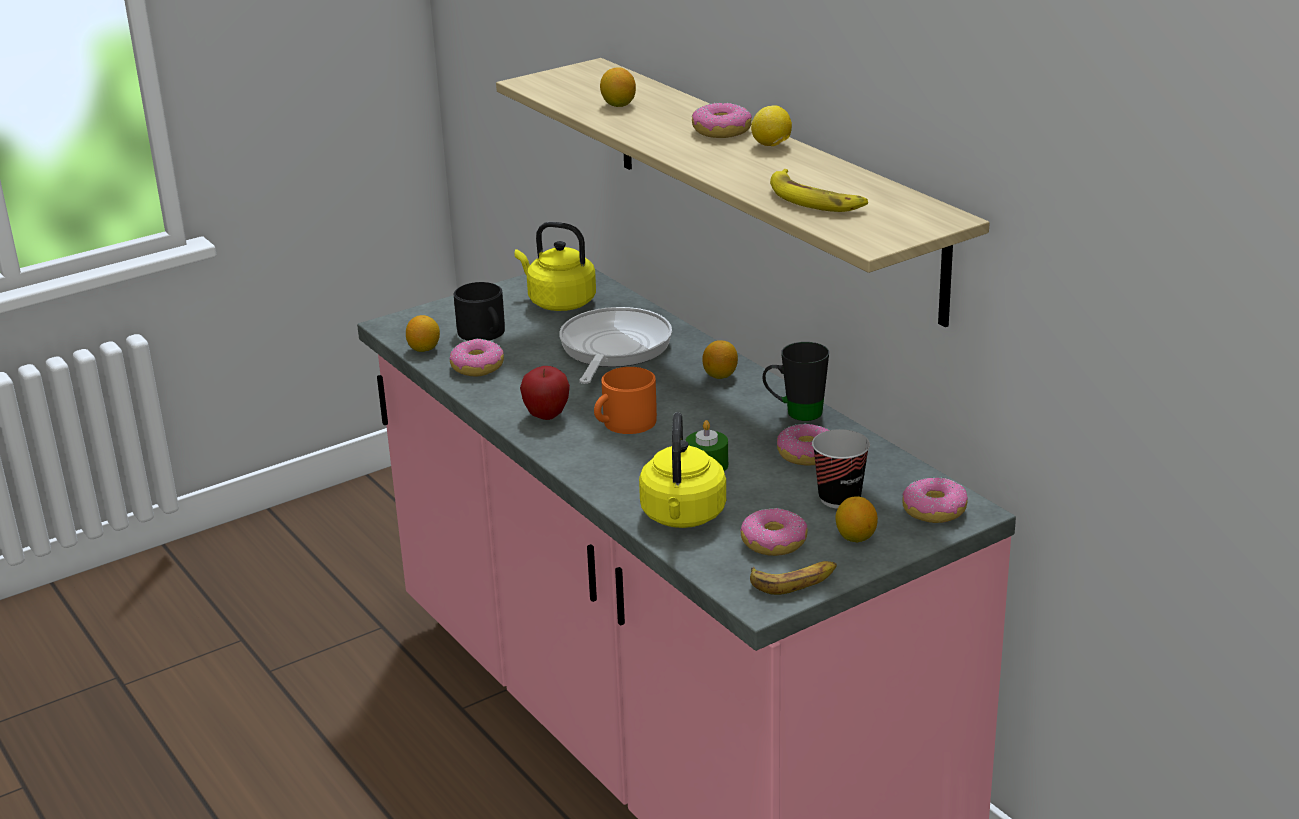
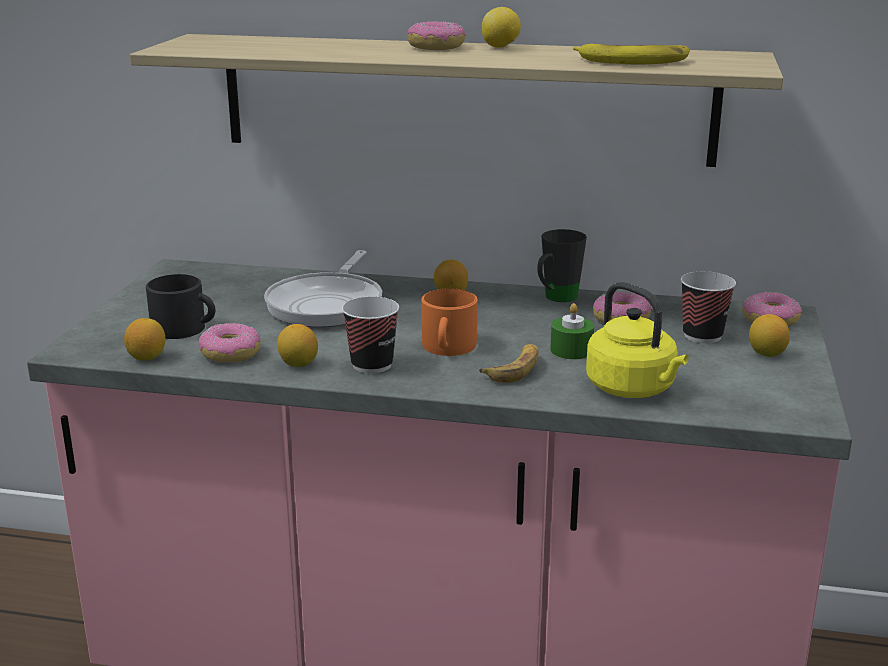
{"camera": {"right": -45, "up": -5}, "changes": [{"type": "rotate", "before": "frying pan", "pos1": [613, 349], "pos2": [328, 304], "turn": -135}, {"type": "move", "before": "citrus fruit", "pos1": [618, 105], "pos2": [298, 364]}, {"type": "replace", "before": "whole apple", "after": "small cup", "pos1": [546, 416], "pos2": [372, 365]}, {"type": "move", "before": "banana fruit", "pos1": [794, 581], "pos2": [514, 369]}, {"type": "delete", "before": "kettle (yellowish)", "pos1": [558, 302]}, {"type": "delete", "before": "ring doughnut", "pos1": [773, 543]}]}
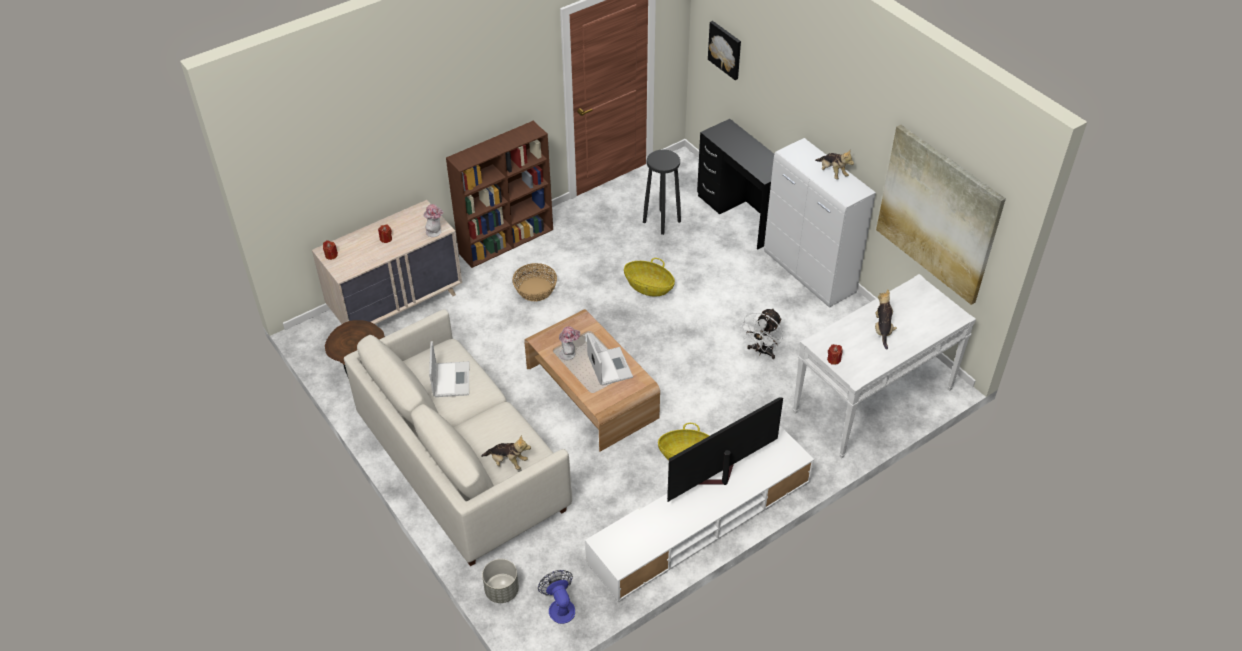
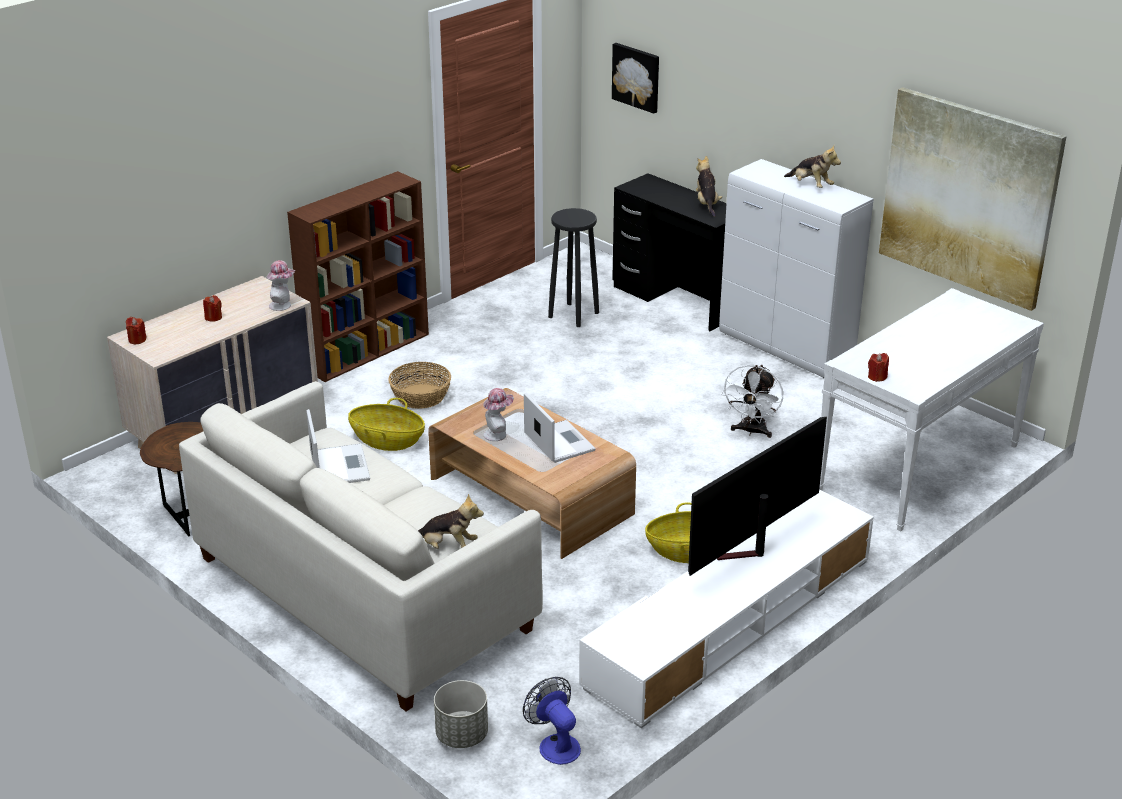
{"camera": {"right": -10, "up": -15}, "changes": [{"type": "move", "before": "storage basket", "pos1": [648, 287], "pos2": [387, 440]}, {"type": "move", "before": "soft toy", "pos1": [882, 330], "pos2": [706, 204]}]}
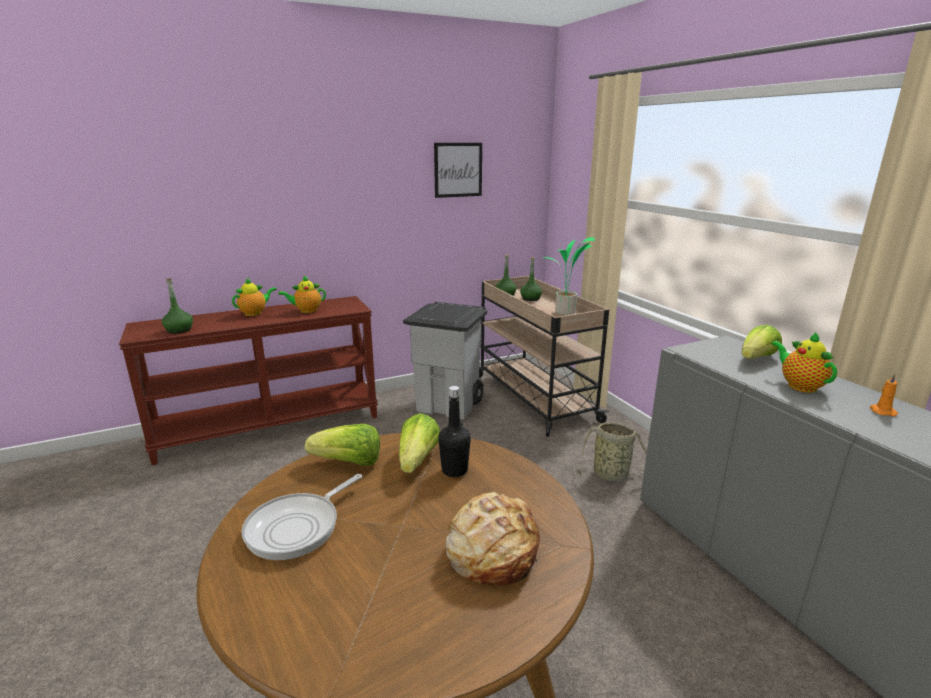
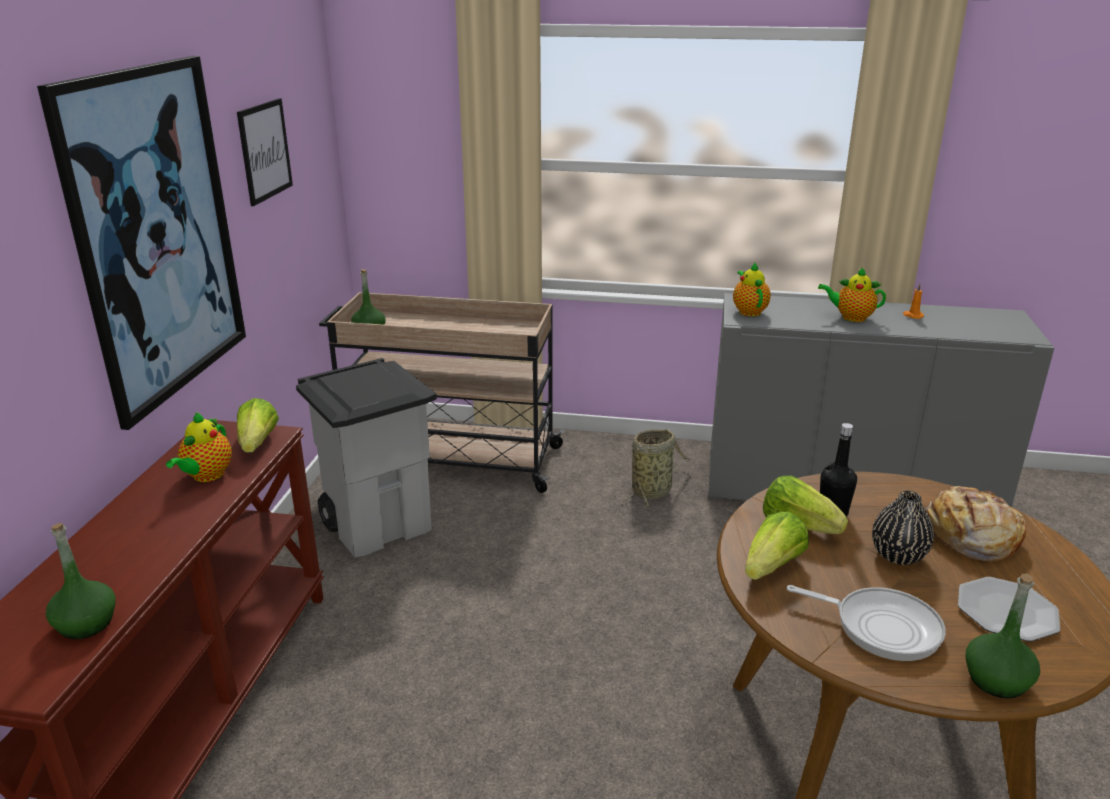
{"camera": {"right": -55, "up": 5}, "changes": [{"type": "insert", "after": "wall picture", "pos2": [157, 235]}, {"type": "move", "before": "lettuce head", "pos1": [756, 358], "pos2": [258, 443]}, {"type": "move", "before": "teapot", "pos1": [255, 313], "pos2": [749, 311]}, {"type": "rotate", "before": "frying pan", "pos1": [298, 527], "pos2": [881, 627], "turn": -45}, {"type": "insert", "after": "vase (blackish)", "pos2": [897, 555]}, {"type": "insert", "after": "dinner plate", "pos2": [1007, 611]}, {"type": "move", "before": "beverage bottle (greenish)", "pos1": [530, 298], "pos2": [997, 681]}, {"type": "delete", "before": "plant in a pot", "pos1": [566, 313]}]}
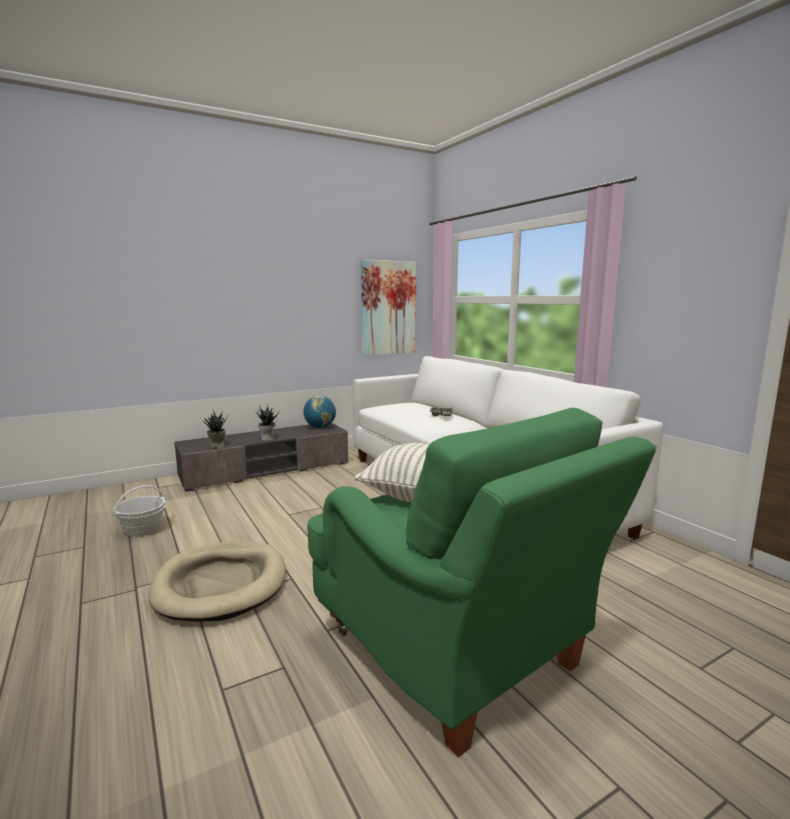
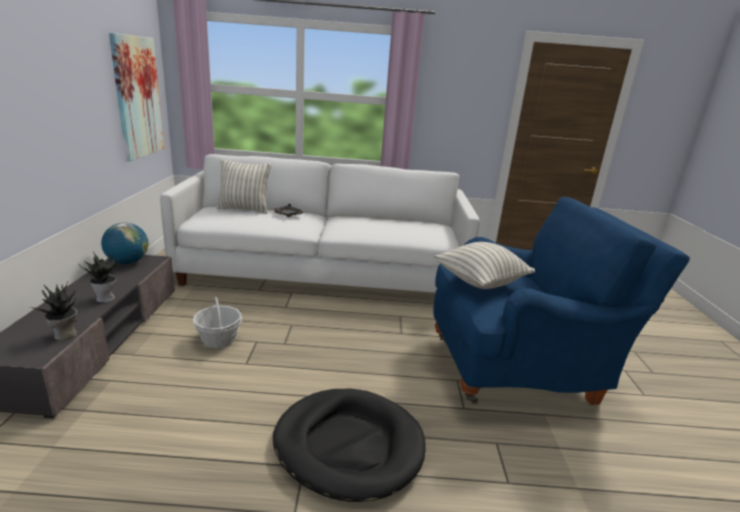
{"camera": {"right": -60, "up": 10}, "changes": [{"type": "move", "before": "storage basket", "pos1": [143, 529], "pos2": [219, 339]}, {"type": "insert", "after": "pillow", "pos2": [244, 209]}, {"type": "recolor", "before": "pet bed (beige)", "after": "pet bed (blackish)", "pos1": [221, 584], "pos2": [348, 445]}, {"type": "recolor", "before": "lounge chair (greenish)", "after": "lounge chair (blue-coloured)", "pos1": [457, 654], "pos2": [519, 369]}]}
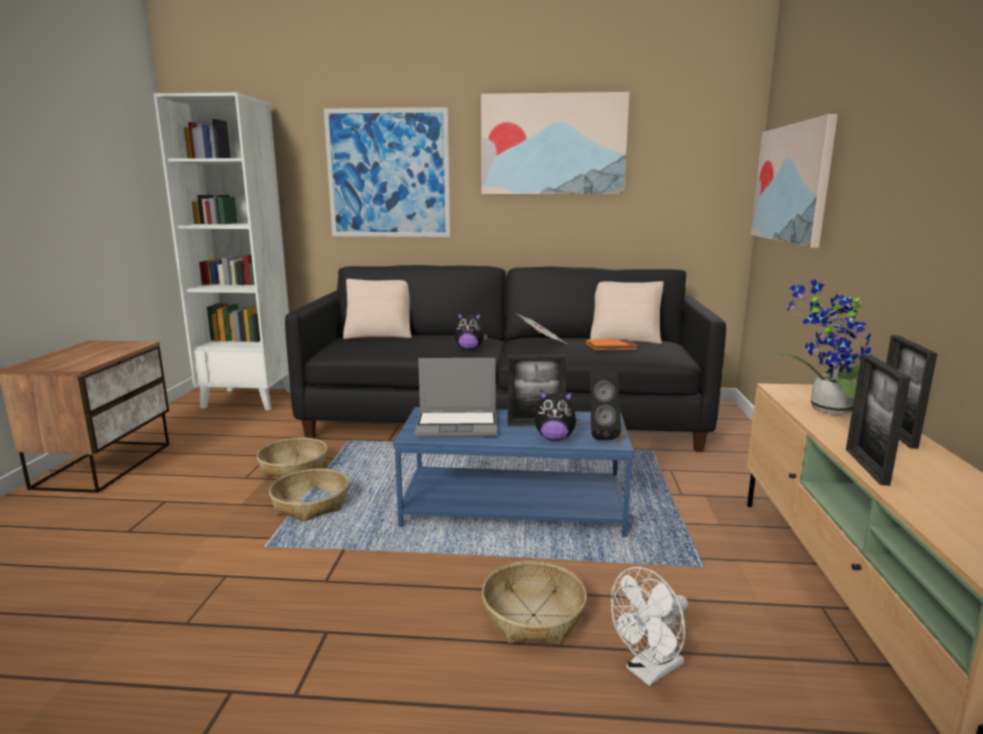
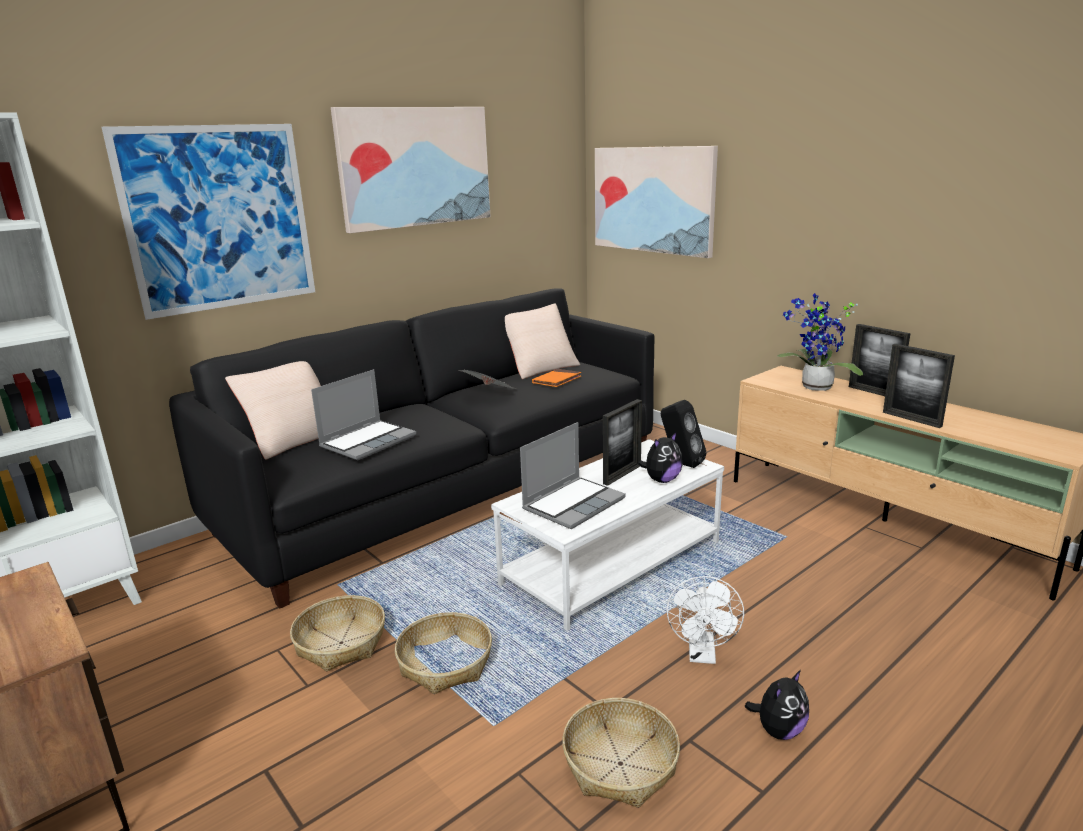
{"camera": {"right": -45, "up": 5}, "changes": [{"type": "insert", "after": "notebook computer", "pos2": [368, 441]}, {"type": "recolor", "before": "low table (blue-coloured)", "after": "low table (white-coloured)", "pos1": [514, 507], "pos2": [612, 562]}, {"type": "move", "before": "storage basket", "pos1": [533, 615], "pos2": [621, 764]}, {"type": "move", "before": "electric fan (white-coloured)", "pos1": [649, 671], "pos2": [702, 655]}, {"type": "move", "before": "soft toy", "pos1": [469, 349], "pos2": [778, 730]}]}
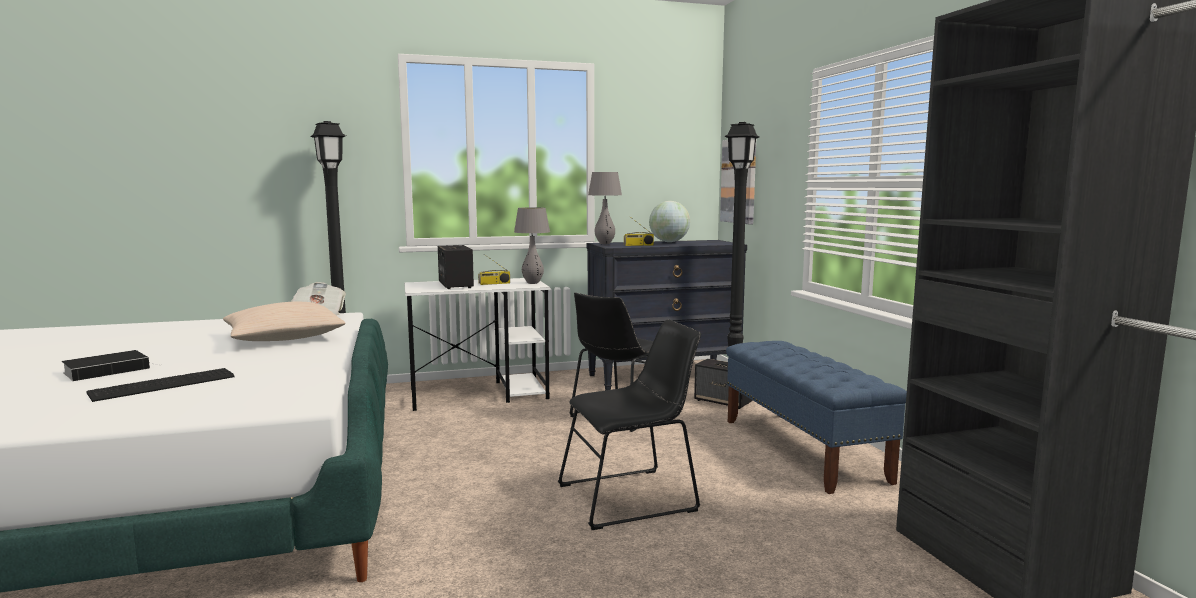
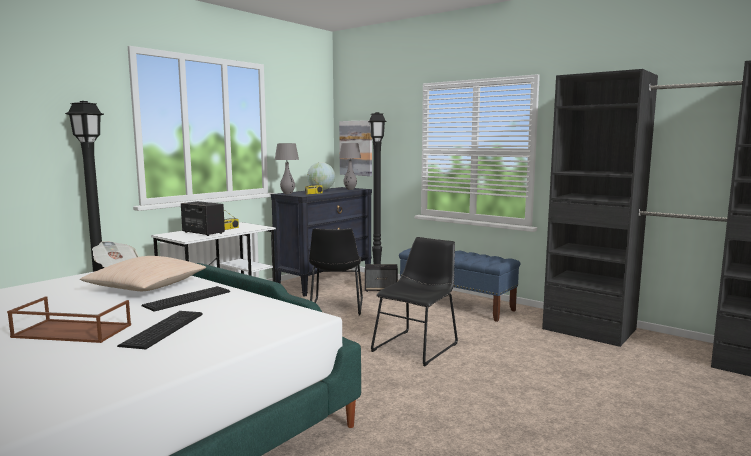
{"camera": {"right": -35, "up": 0}, "changes": [{"type": "replace", "before": "book", "after": "tray (brownish)", "pos1": [109, 370], "pos2": [70, 331]}, {"type": "insert", "after": "PC keyboard", "pos2": [186, 298]}, {"type": "move", "before": "table lamp (grey)", "pos1": [532, 283], "pos2": [350, 189]}]}
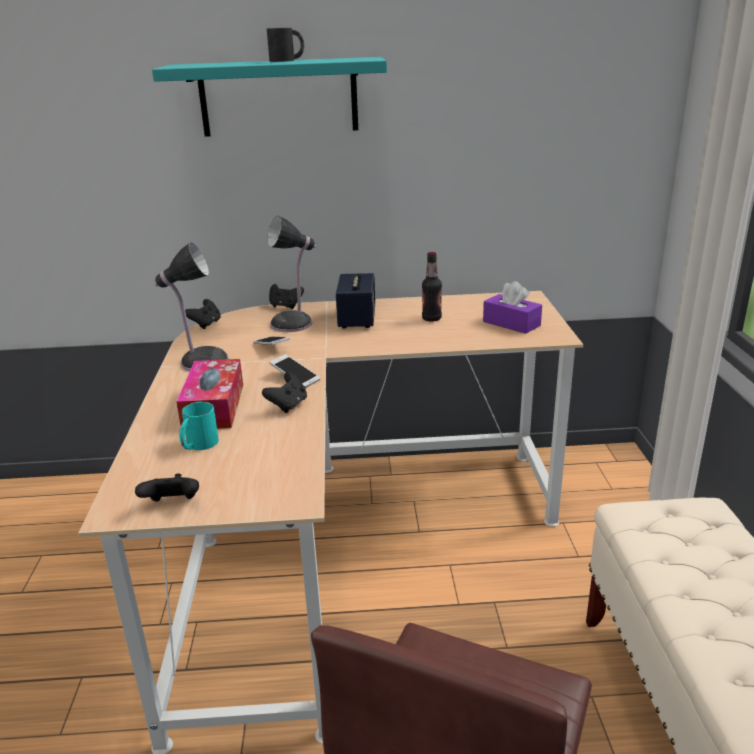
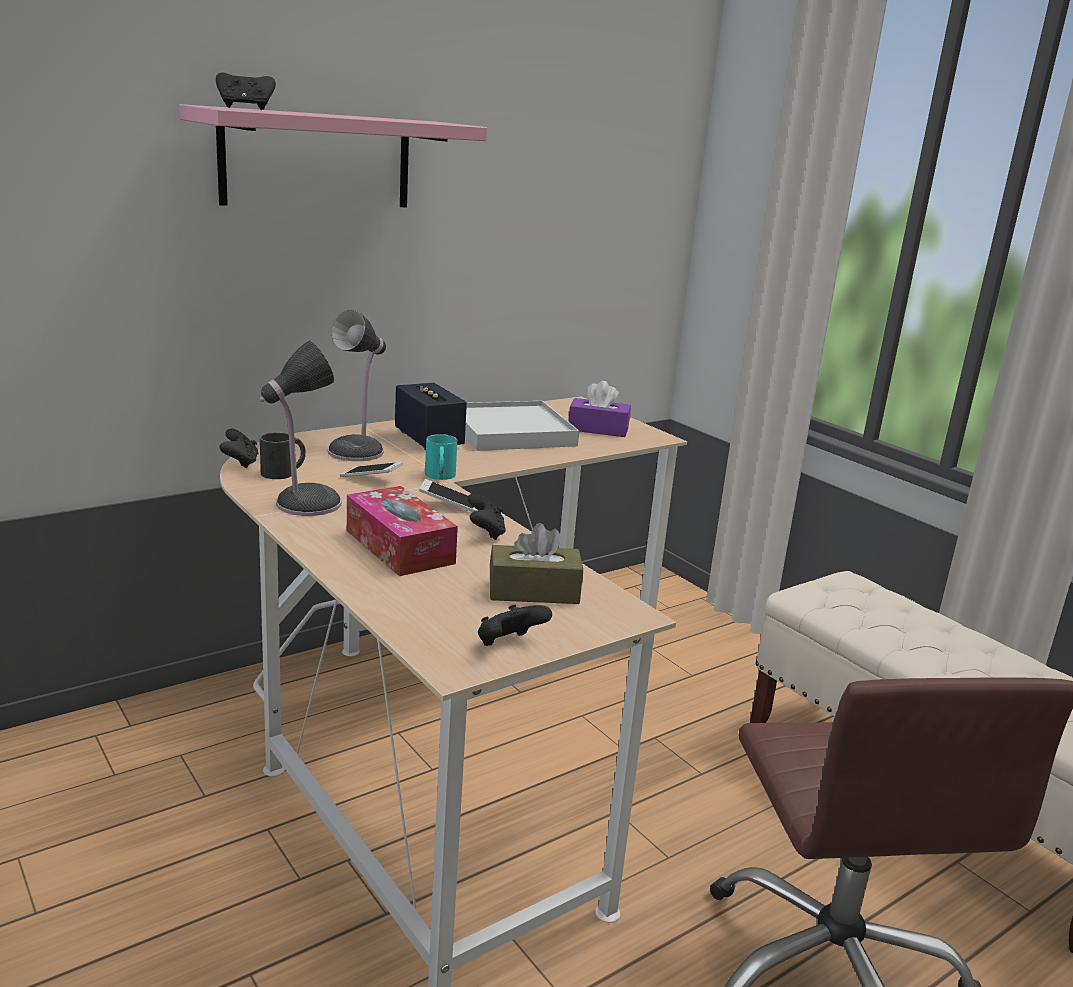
{"camera": {"right": -35, "up": -5}, "changes": [{"type": "recolor", "before": "bracket shelf (blue-green)", "after": "bracket shelf (pink-coloured)", "pos1": [279, 97], "pos2": [317, 160]}, {"type": "move", "before": "game controller (blackish)", "pos1": [285, 306], "pos2": [245, 108]}, {"type": "move", "before": "mug (blackish)", "pos1": [287, 60], "pos2": [283, 472]}, {"type": "move", "before": "mug (blue-green)", "pos1": [198, 445], "pos2": [440, 476]}, {"type": "replace", "before": "beverage bottle", "after": "tray (white-coloured)", "pos1": [431, 319], "pos2": [511, 432]}, {"type": "insert", "after": "tissue holder (brownish)", "pos2": [534, 591]}]}
